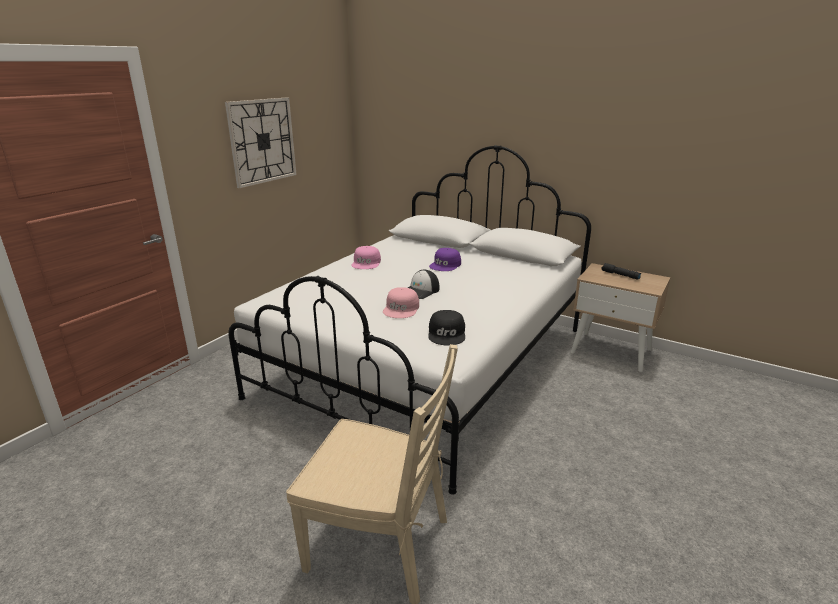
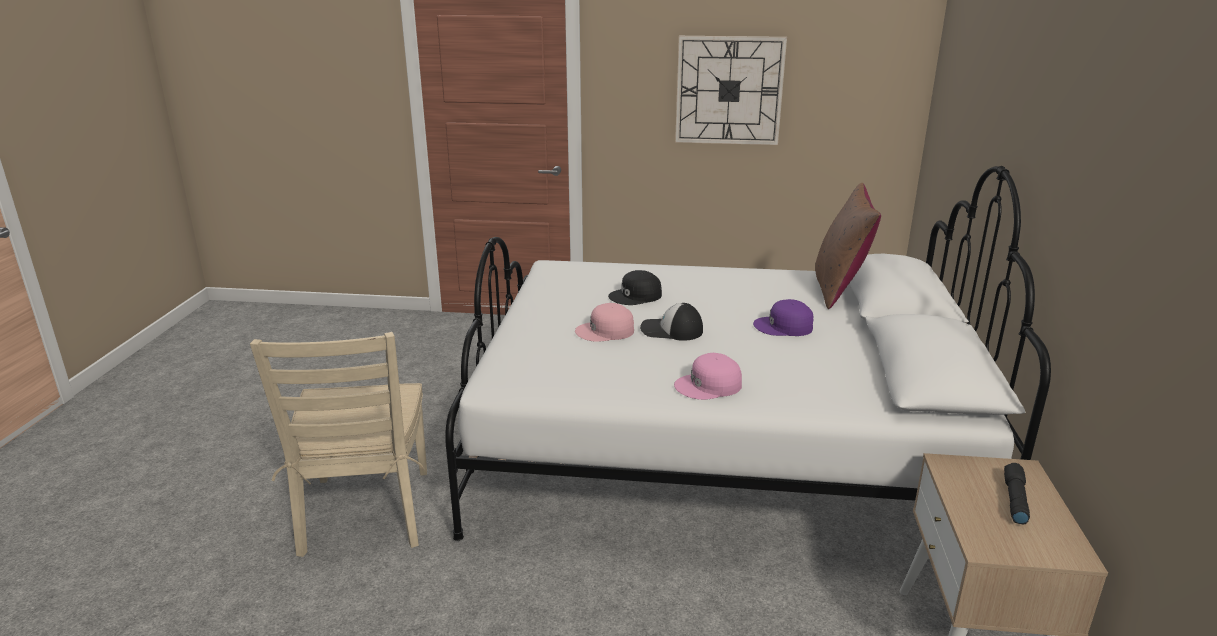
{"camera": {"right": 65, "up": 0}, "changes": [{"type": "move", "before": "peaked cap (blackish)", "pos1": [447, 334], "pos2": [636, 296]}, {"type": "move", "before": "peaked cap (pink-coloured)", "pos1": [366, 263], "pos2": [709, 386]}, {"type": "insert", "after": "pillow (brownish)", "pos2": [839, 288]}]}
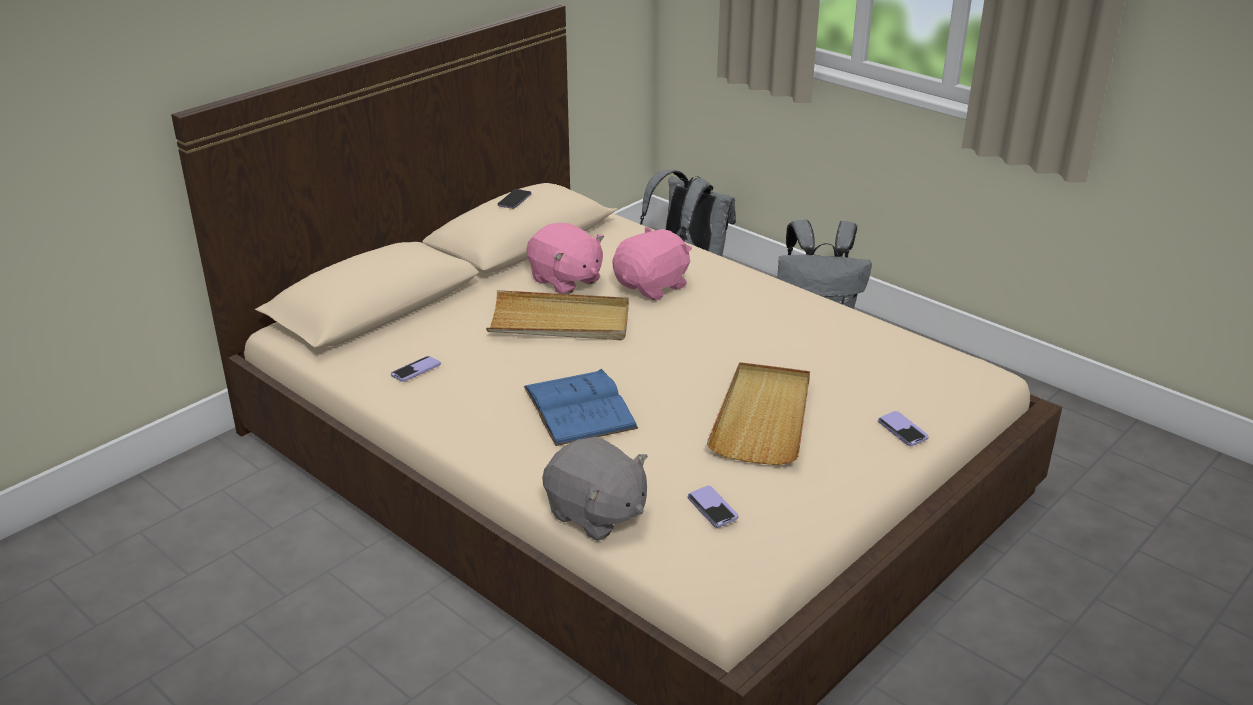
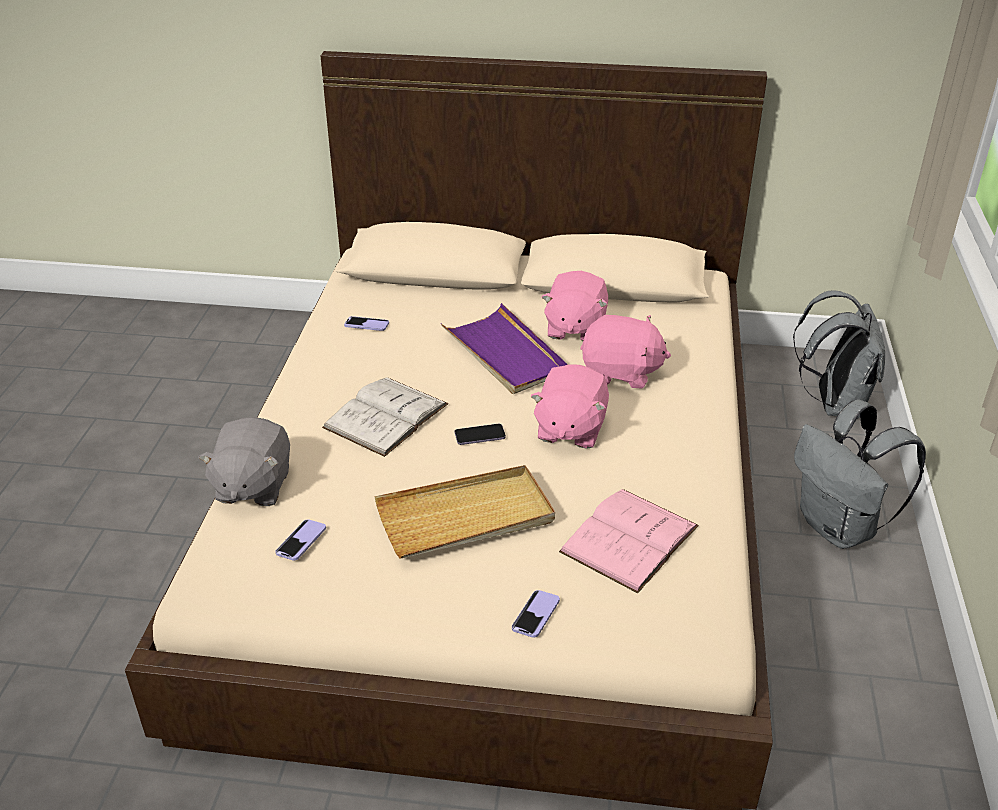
{"camera": {"right": 55, "up": 5}, "changes": [{"type": "recolor", "before": "book (blue-coloured)", "after": "book (white-coloured)", "pos1": [579, 407], "pos2": [386, 416]}, {"type": "recolor", "before": "tray (beige)", "after": "tray (purple-coloured)", "pos1": [560, 322], "pos2": [505, 353]}, {"type": "move", "before": "phone", "pos1": [514, 200], "pos2": [480, 436]}, {"type": "insert", "after": "soft toy (pink-coloured)", "pos2": [569, 429]}, {"type": "insert", "after": "book (pink-coloured)", "pos2": [629, 539]}]}
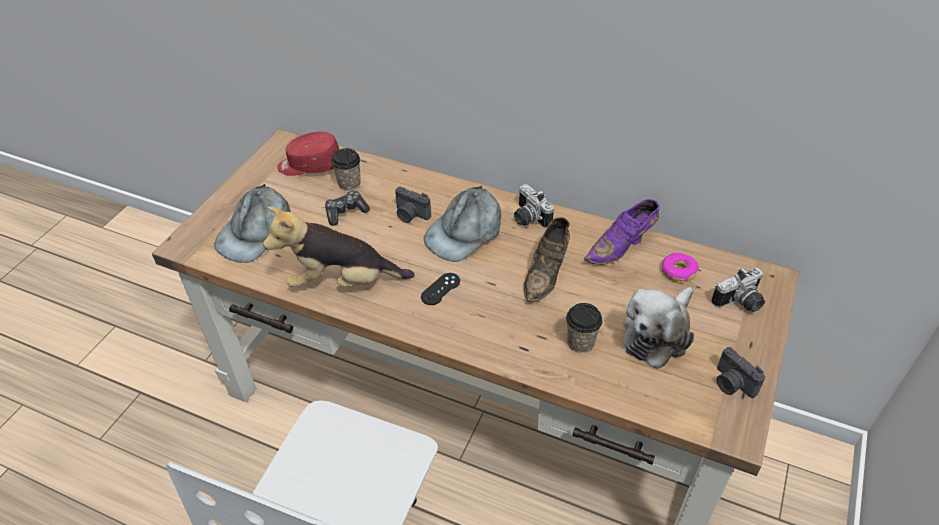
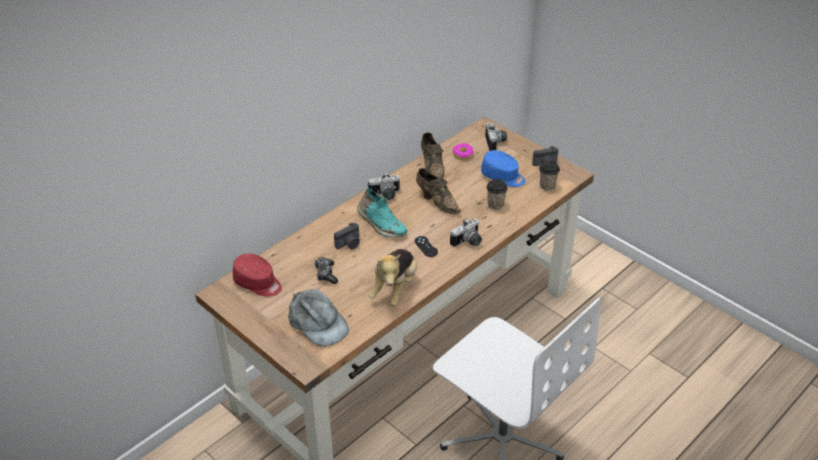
{"camera": {"right": -70, "up": -5}, "changes": [{"type": "rotate", "before": "peaked cap (red)", "pos1": [310, 165], "pos2": [258, 283], "turn": -75}, {"type": "replace", "before": "peaked cap (grey)", "after": "item of footwear (blue-green)", "pos1": [465, 232], "pos2": [381, 224]}, {"type": "recolor", "before": "item of footwear (purple-coloured)", "after": "item of footwear (brownish)", "pos1": [622, 247], "pos2": [432, 167]}, {"type": "insert", "after": "photo camera", "pos2": [468, 242]}, {"type": "replace", "before": "soft toy", "after": "peaked cap (blue-coloured)", "pos1": [657, 334], "pos2": [503, 176]}, {"type": "move", "before": "small cup", "pos1": [349, 184], "pos2": [547, 186]}]}
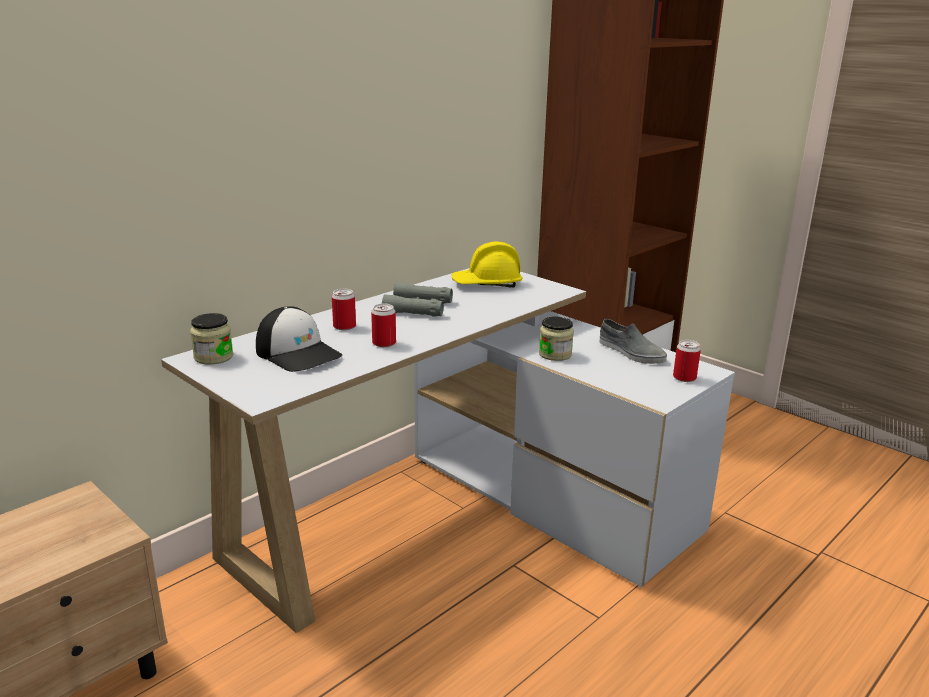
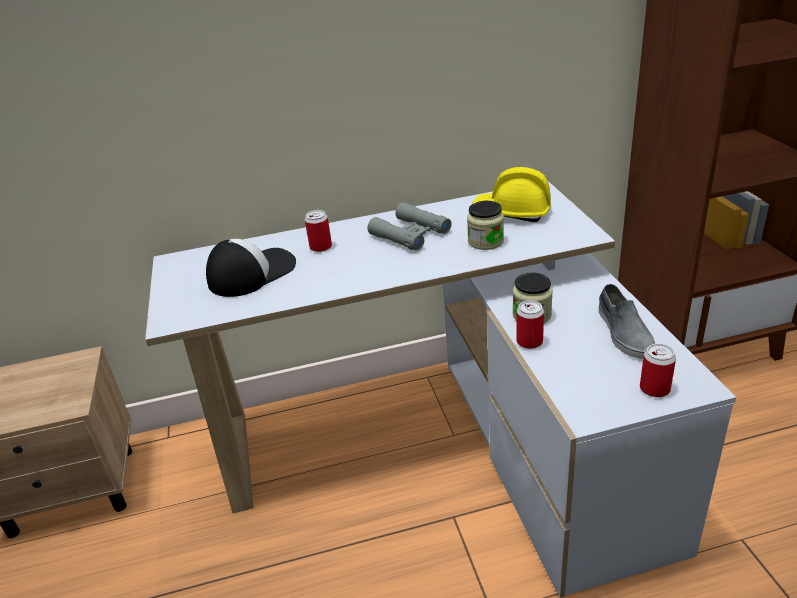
{"camera": {"right": 35, "up": 10}, "changes": [{"type": "rotate", "before": "peaked cap", "pos1": [298, 353], "pos2": [251, 273], "turn": -120}, {"type": "move", "before": "storage jar", "pos1": [213, 357], "pos2": [485, 241]}, {"type": "move", "before": "metal can", "pos1": [384, 343], "pos2": [529, 342]}]}
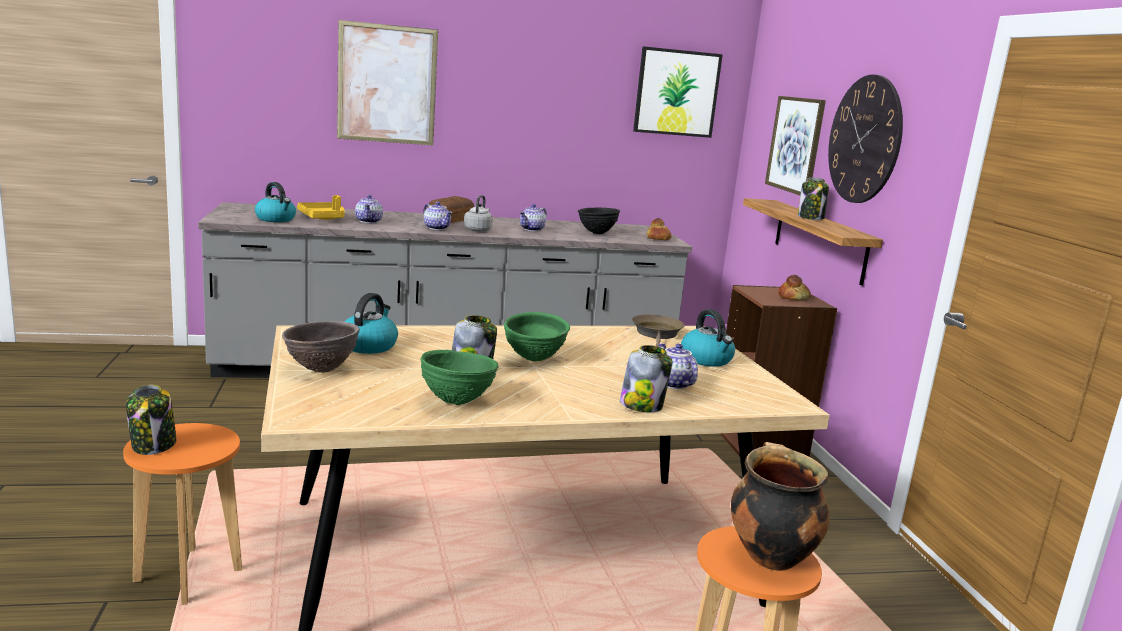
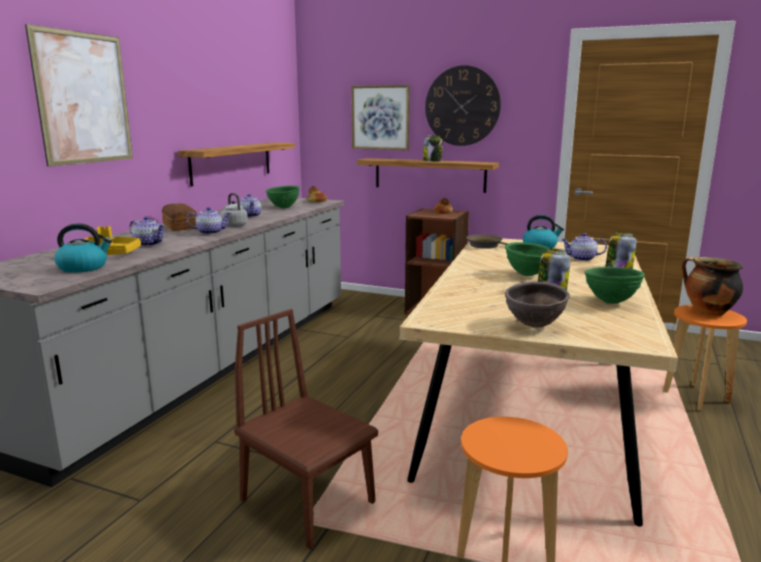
{"camera": {"right": -55, "up": 0}, "changes": [{"type": "insert", "after": "bracket shelf", "pos2": [232, 162]}, {"type": "insert", "after": "chair (brownish)", "pos2": [307, 501]}, {"type": "recolor", "before": "deep dish (blackish)", "after": "deep dish (greenish)", "pos1": [596, 233], "pos2": [283, 208]}, {"type": "delete", "before": "storage jar", "pos1": [153, 445]}, {"type": "delete", "before": "kettle", "pos1": [369, 346]}, {"type": "delete", "before": "wall picture", "pos1": [676, 92]}]}
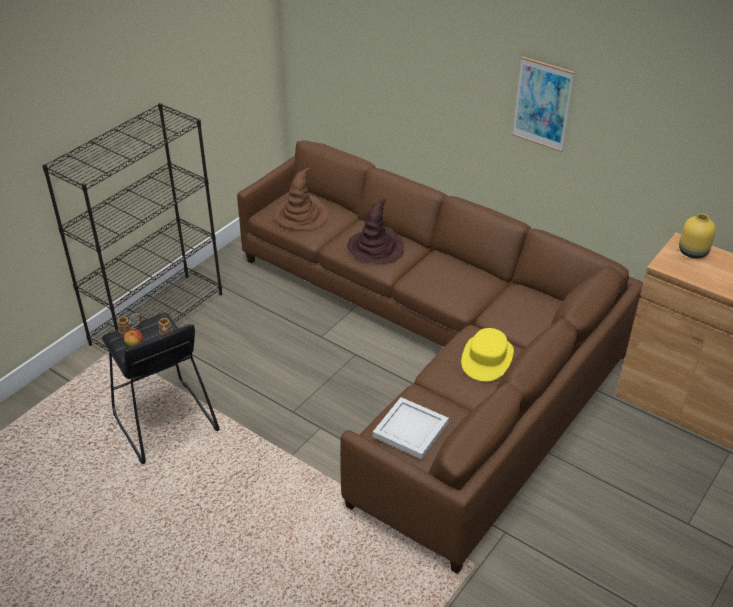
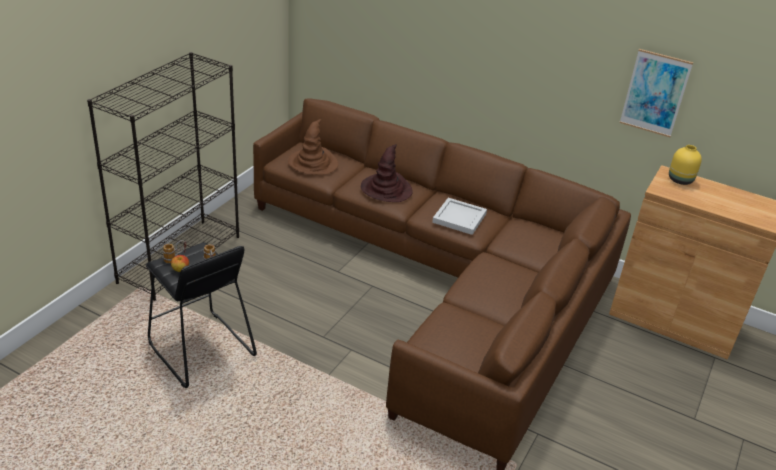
{"camera": {"right": -10, "up": -5}, "changes": [{"type": "move", "before": "tray (white-coloured)", "pos1": [412, 429], "pos2": [460, 218]}, {"type": "move", "before": "wall picture", "pos1": [542, 104], "pos2": [655, 93]}, {"type": "delete", "before": "hat (yellowish)", "pos1": [487, 358]}]}
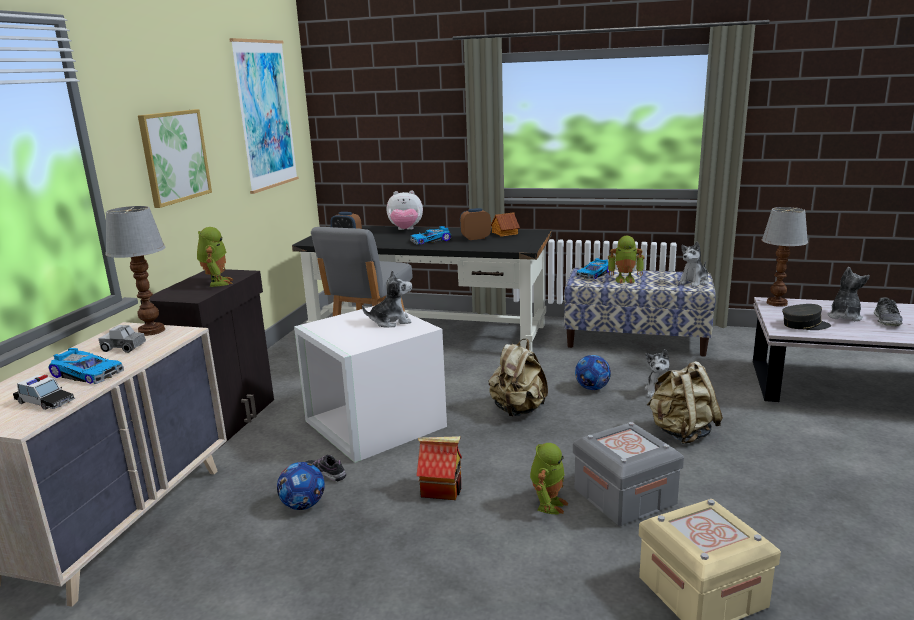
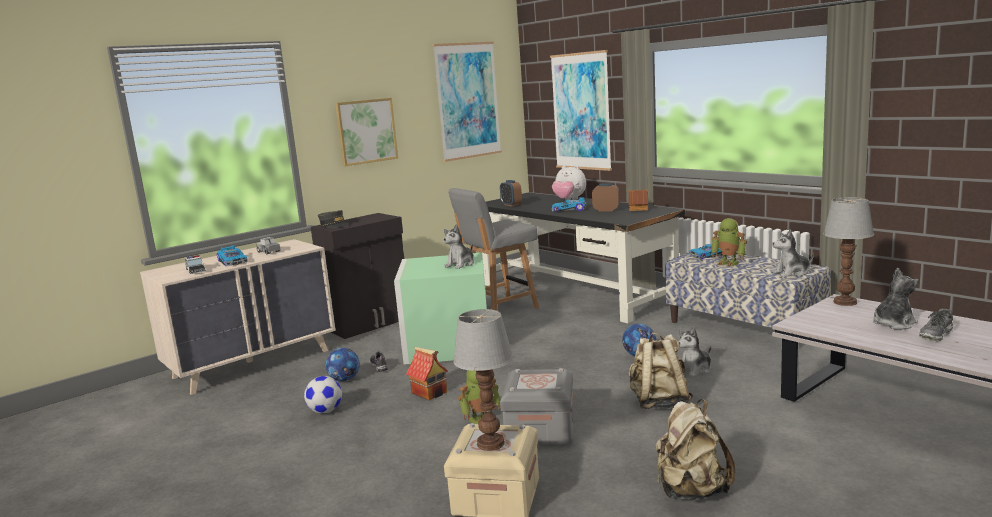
{"camera": {"right": 35, "up": -5}, "changes": [{"type": "insert", "after": "ball for football", "pos2": [325, 411]}, {"type": "move", "before": "peaked cap (grey)", "pos1": [804, 325], "pos2": [334, 225]}, {"type": "recolor", "before": "storage bin (white-coloured)", "after": "storage bin (greenish)", "pos1": [372, 423], "pos2": [447, 344]}, {"type": "rotate", "before": "soft toy", "pos1": [391, 322], "pos2": [460, 264], "turn": 105}, {"type": "move", "before": "table lamp", "pos1": [150, 331], "pos2": [489, 444]}, {"type": "insert", "after": "wall picture", "pos2": [581, 111]}, {"type": "move", "before": "knapsack (beige)", "pos1": [518, 410], "pos2": [691, 492]}, {"type": "delete", "before": "toy robot", "pos1": [217, 283]}]}
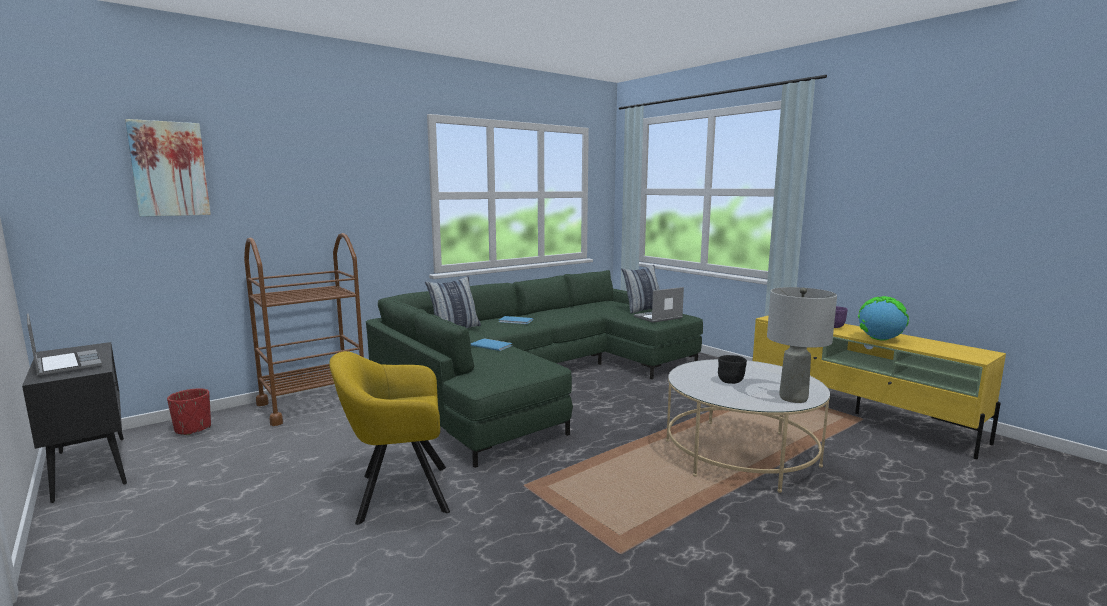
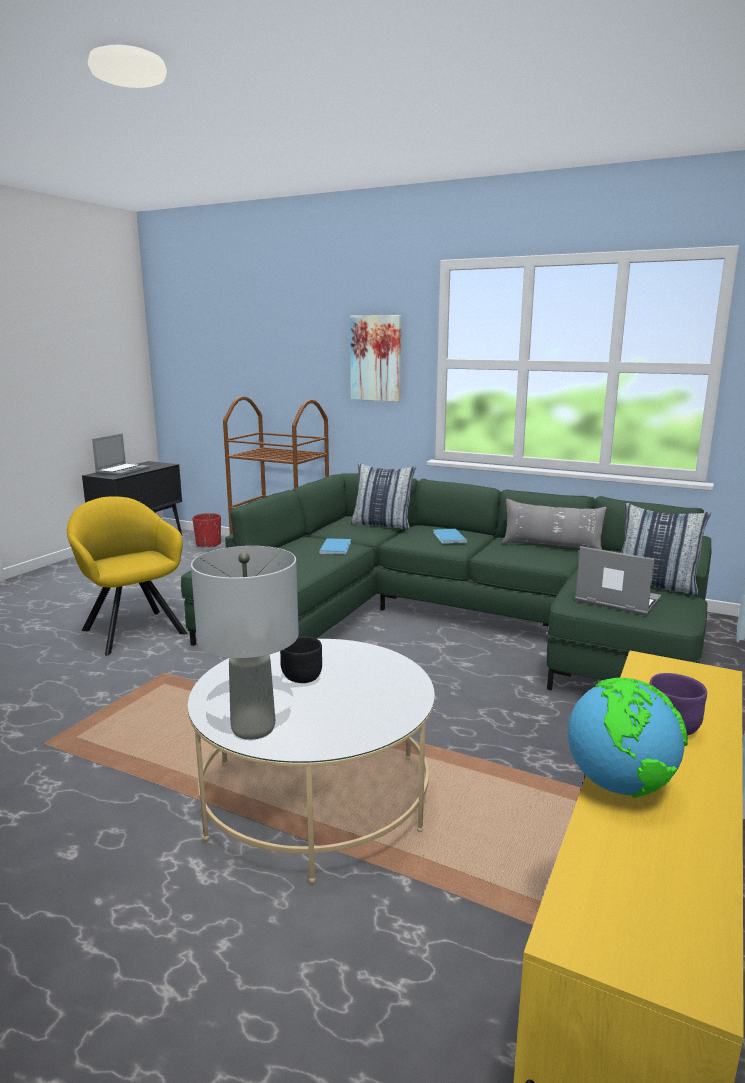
{"camera": {"right": 65, "up": 5}, "changes": [{"type": "move", "before": "wall picture", "pos1": [169, 169], "pos2": [376, 358]}, {"type": "insert", "after": "pillow (grey)", "pos2": [551, 546]}]}
